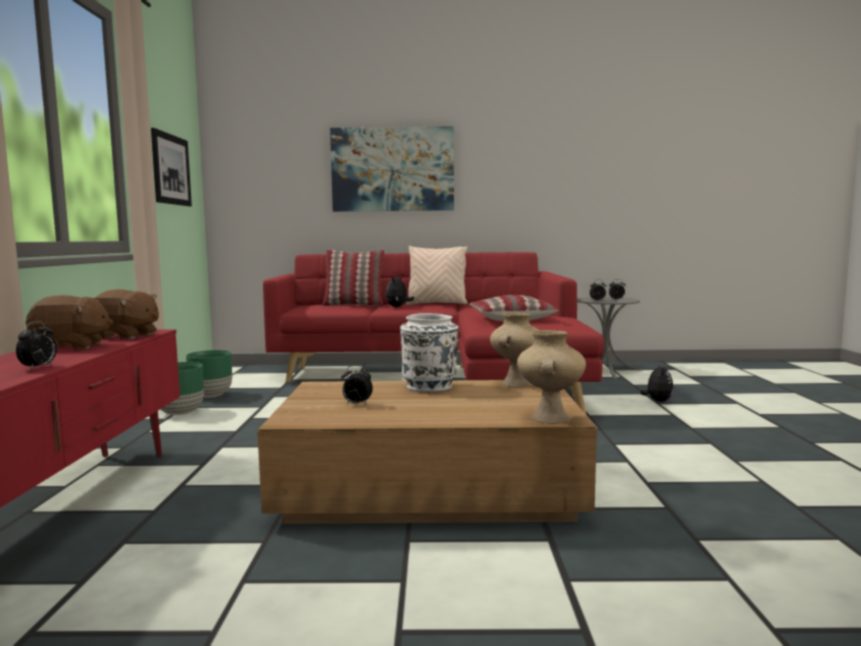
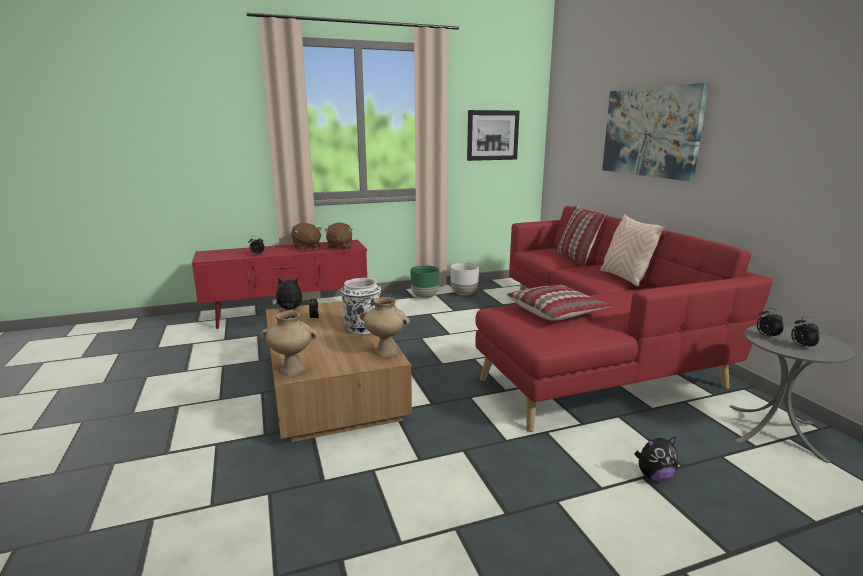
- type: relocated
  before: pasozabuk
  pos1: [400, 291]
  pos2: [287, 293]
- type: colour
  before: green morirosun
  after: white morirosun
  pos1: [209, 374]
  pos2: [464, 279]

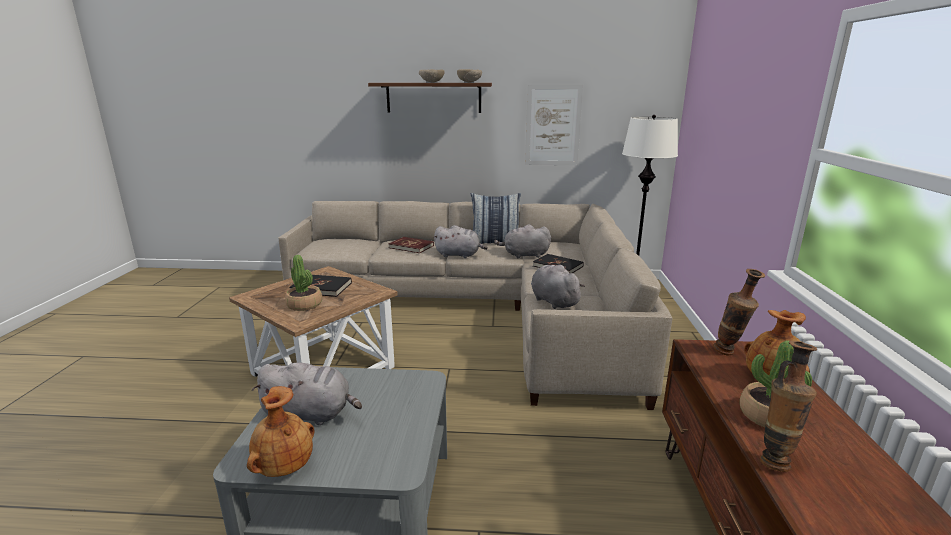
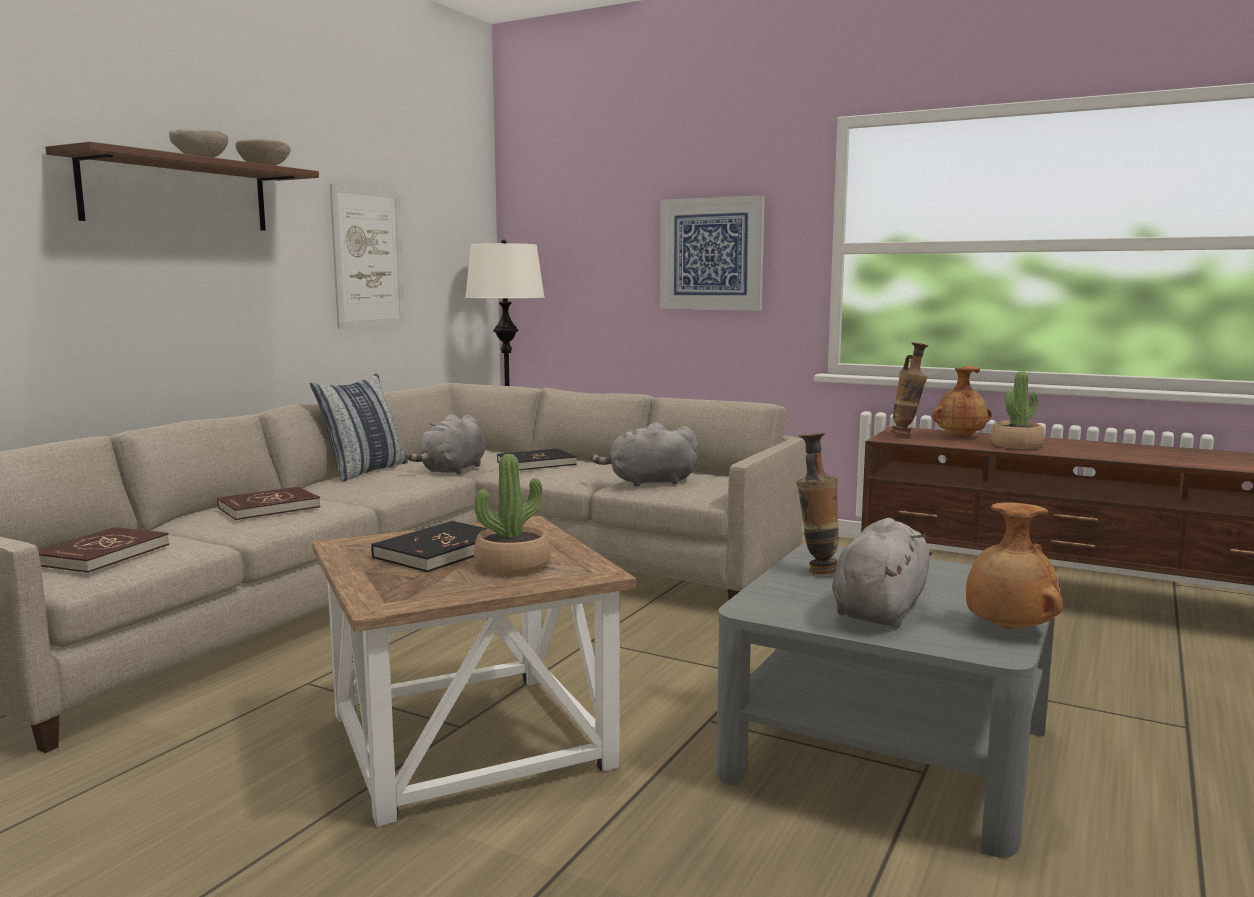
- type: appeared
  after: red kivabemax
  pos2: [103, 550]
- type: appeared
  after: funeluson
  pos2: [712, 253]
- type: relocated
  before: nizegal
  pos1: [788, 406]
  pos2: [817, 503]
- type: missing
  before: grey pasozabuk
  pos1: [460, 241]

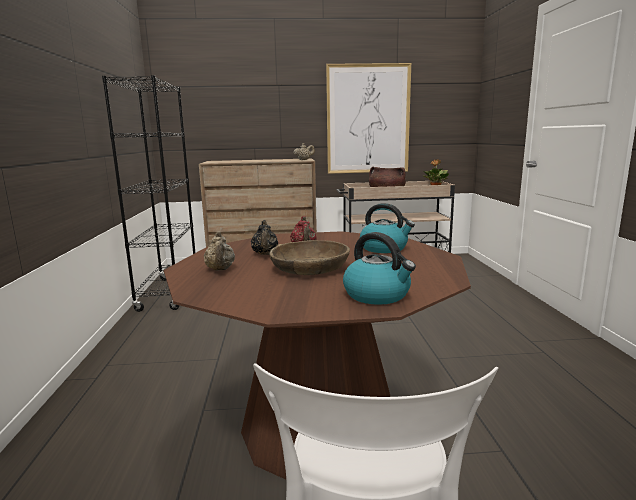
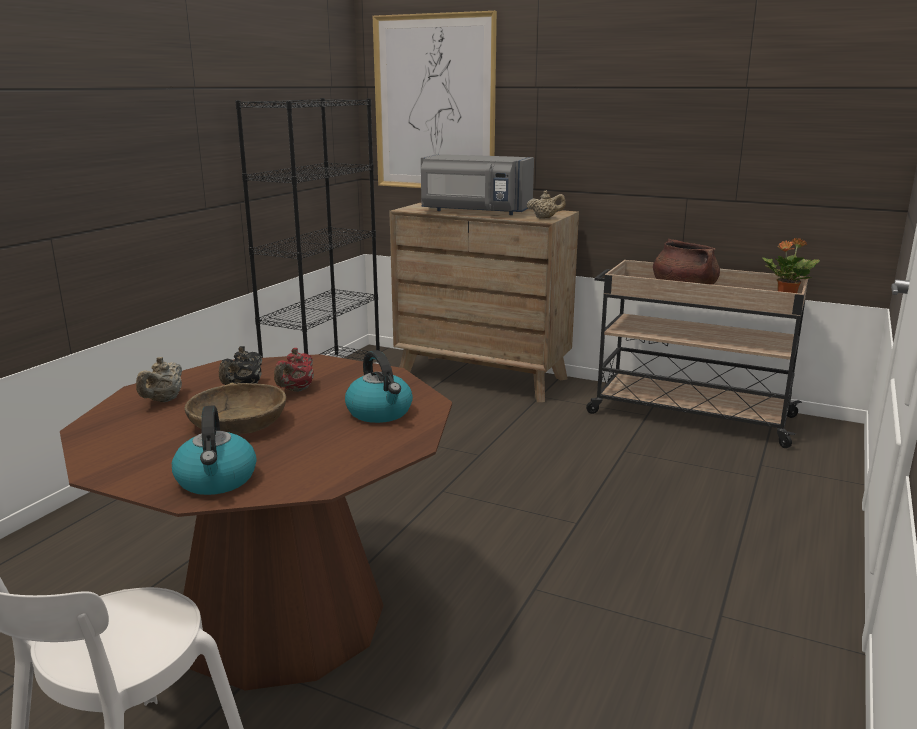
- type: relocated
  before: funeluson
  pos1: [368, 118]
  pos2: [435, 99]
- type: appeared
  after: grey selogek
  pos2: [477, 184]

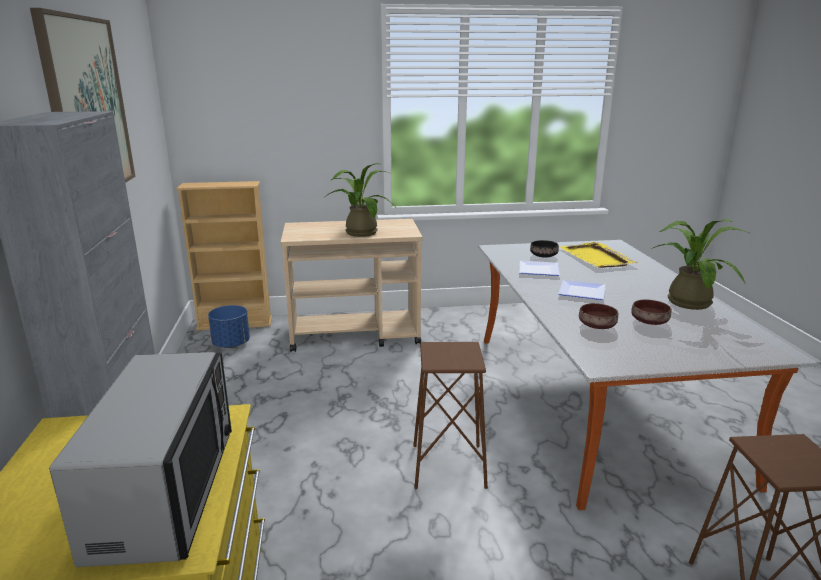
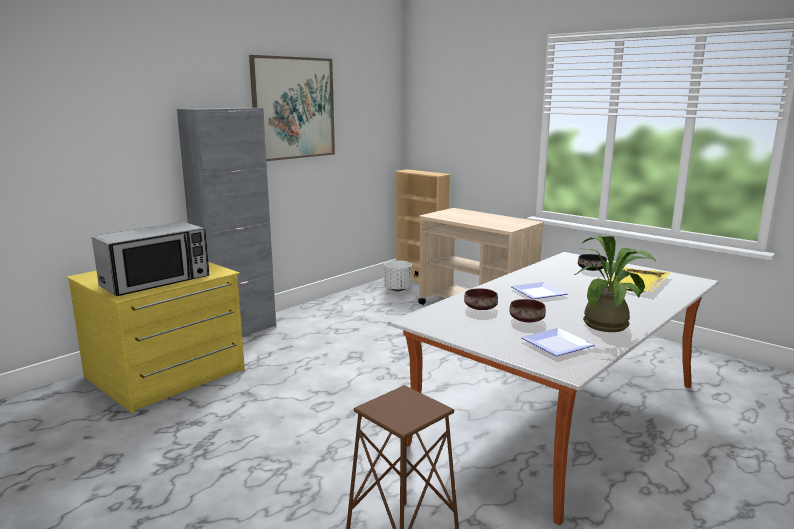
- type: colour
  before: blue morirosun
  after: white morirosun
  pos1: [229, 326]
  pos2: [398, 276]
- type: relocated
  before: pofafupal
  pos1: [539, 268]
  pos2: [558, 342]
- type: missing
  before: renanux
  pos1: [361, 200]
- type: missing
  before: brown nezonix
  pos1: [450, 415]

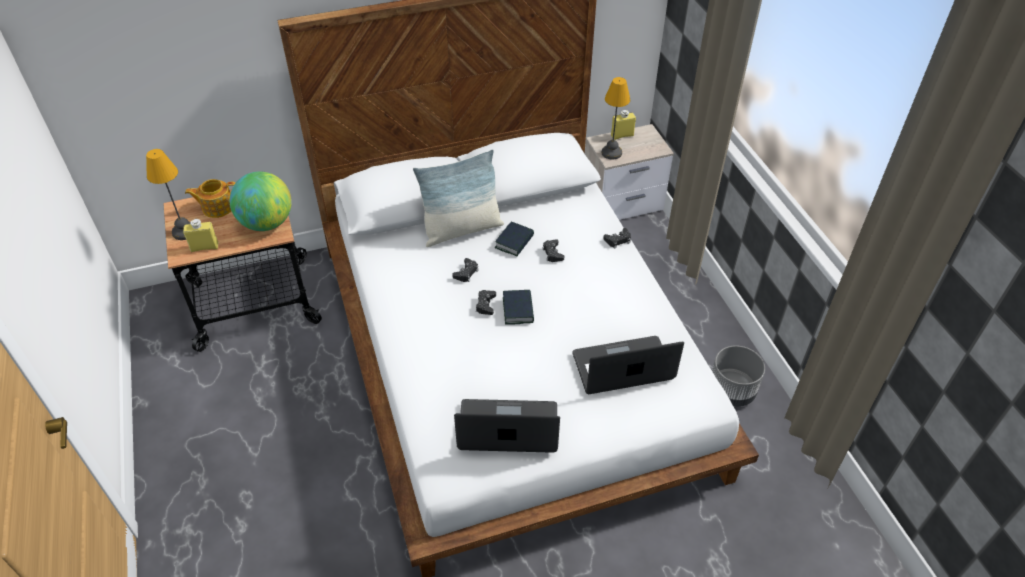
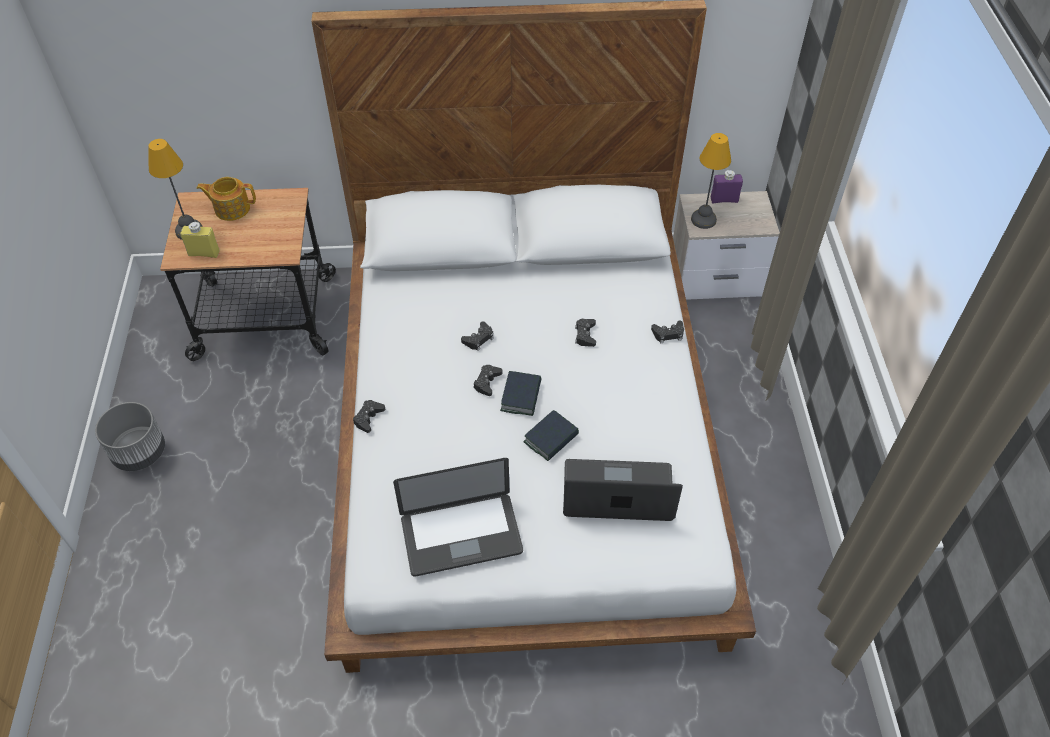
- type: relocated
  before: grey morirosun
  pos1: [738, 376]
  pos2: [130, 436]
- type: appeared
  after: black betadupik
  pos2: [369, 416]
- type: spun
  before: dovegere
  pos1: [507, 426]
  pos2: [458, 517]
  turn: 150
- type: relocated
  before: kivabemax
  pos1: [514, 239]
  pos2: [551, 435]
- type: colour
  before: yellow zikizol
  after: purple zikizol
  pos1: [623, 125]
  pos2: [727, 186]
- type: missing
  before: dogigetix
  pos1: [261, 201]
- type: missing
  before: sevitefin
  pos1: [458, 198]

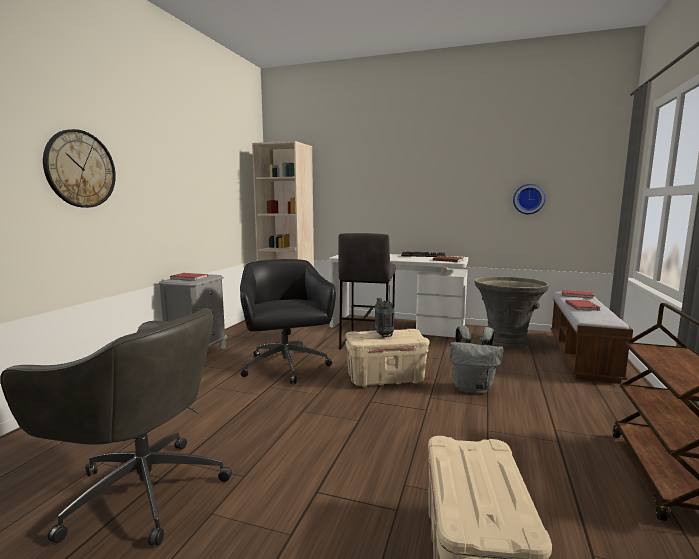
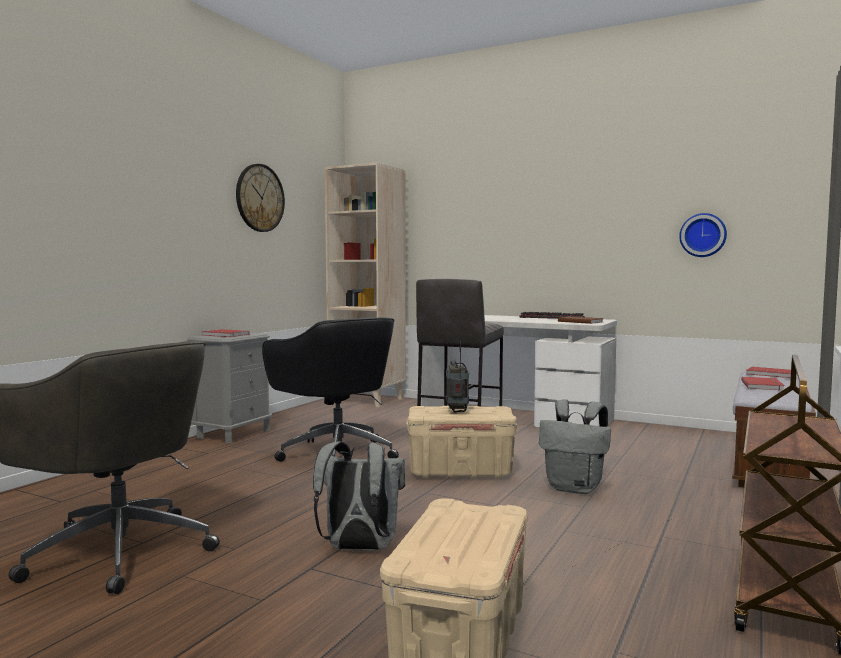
- type: relocated
  before: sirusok
  pos1: [79, 168]
  pos2: [260, 198]
- type: spun
  before: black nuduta
  pos1: [288, 321]
  pos2: [330, 389]
  turn: 150
- type: appeared
  after: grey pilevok
  pos2: [359, 496]
- type: missing
  before: grey morirosun
  pos1: [512, 312]

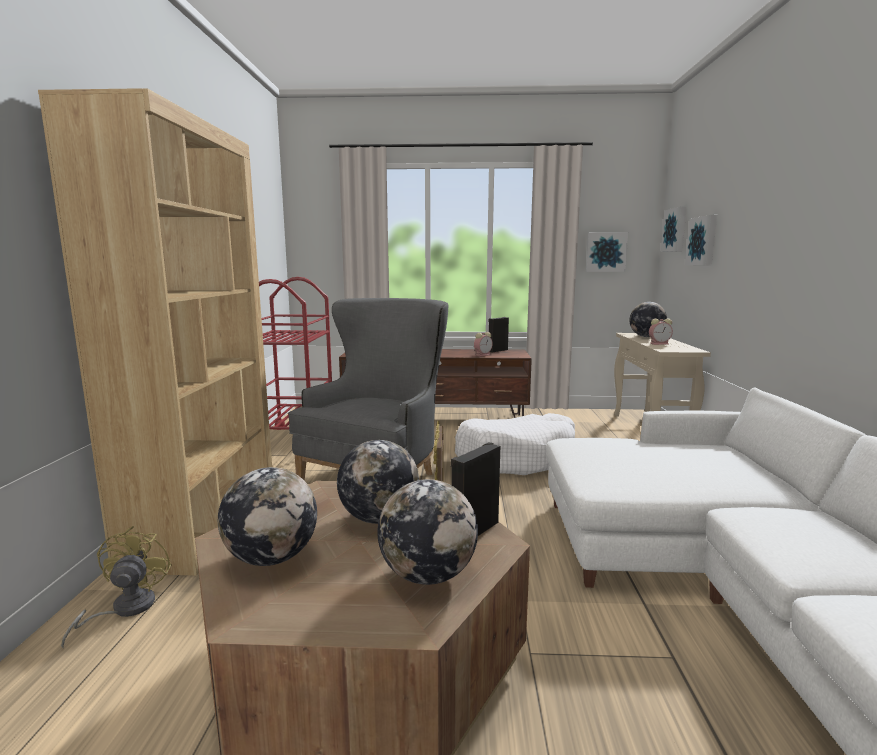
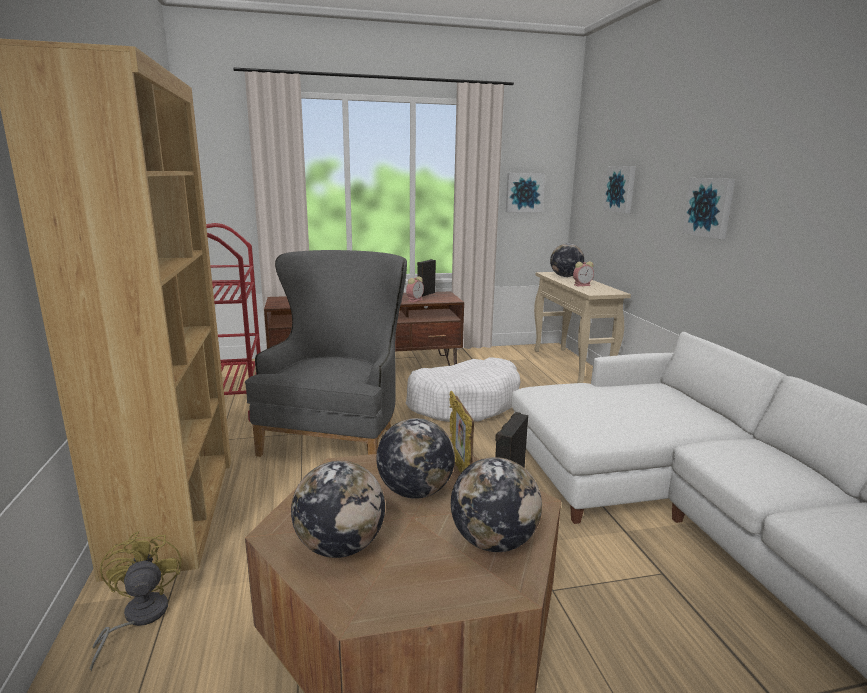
- type: relocated
  before: funeluson
  pos1: [674, 229]
  pos2: [709, 208]

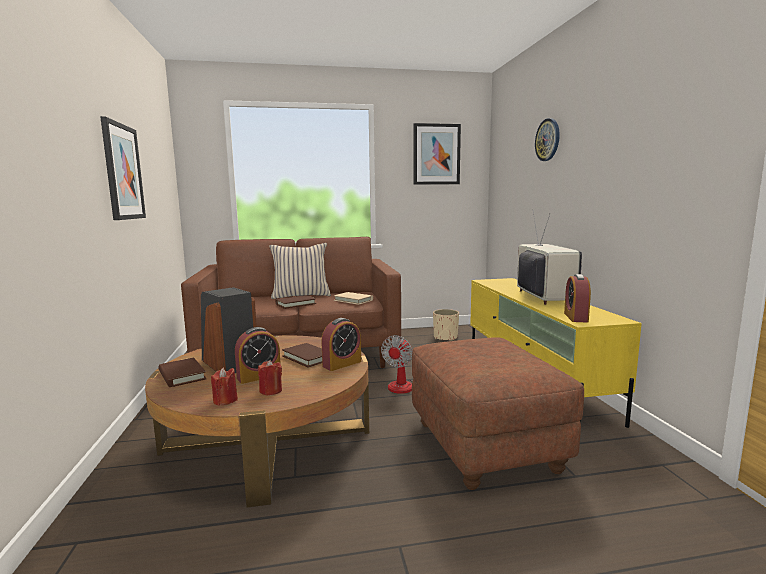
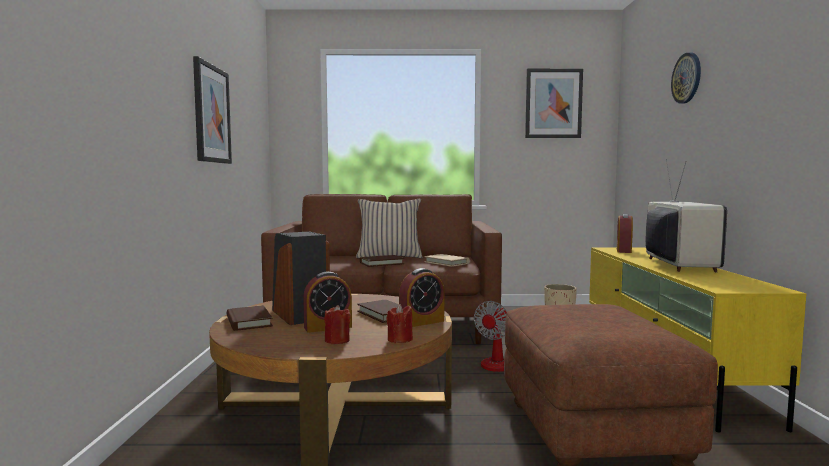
- type: relocated
  before: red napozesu
  pos1: [224, 387]
  pos2: [399, 323]
- type: relocated
  before: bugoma
  pos1: [577, 298]
  pos2: [625, 233]

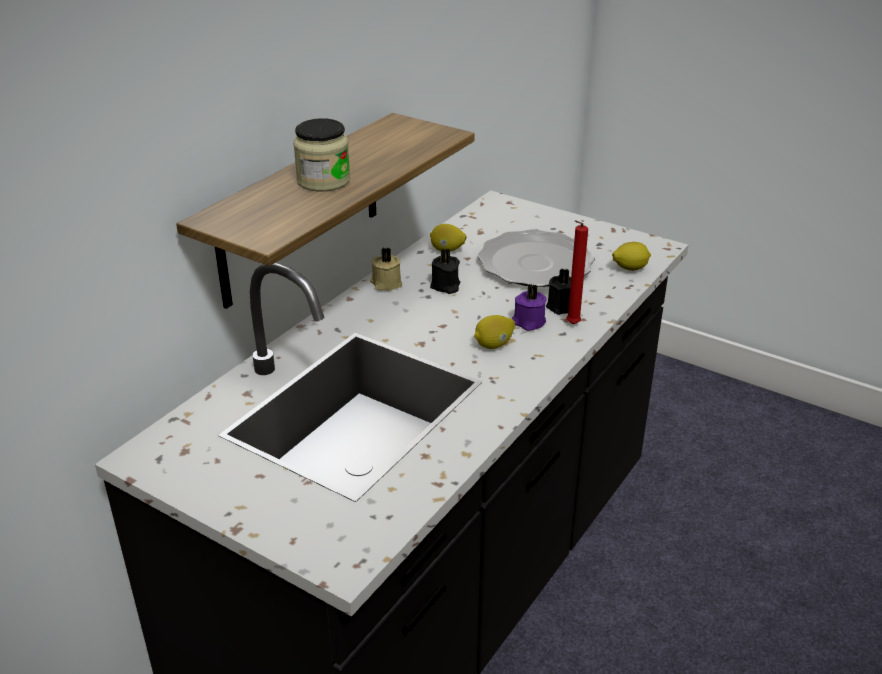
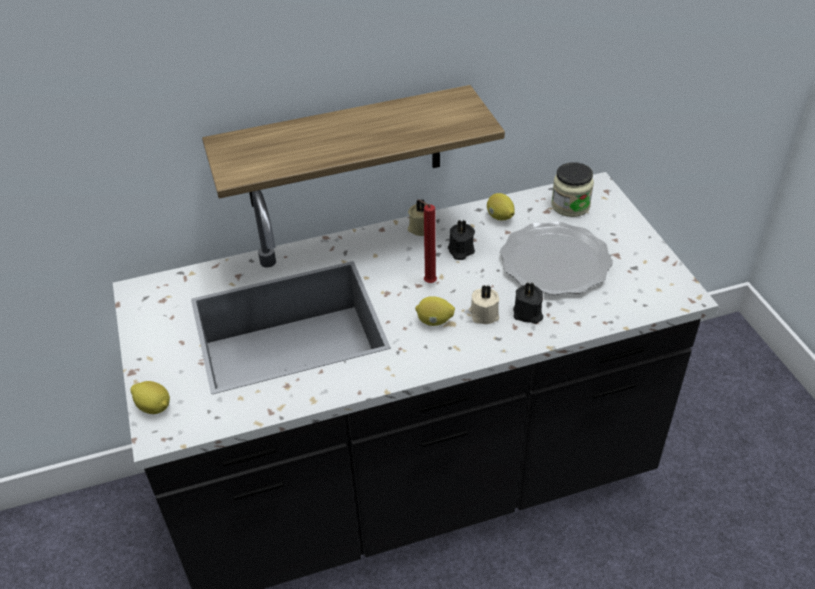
- type: relocated
  before: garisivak
  pos1: [631, 256]
  pos2: [150, 397]
- type: relocated
  before: red napozesu
  pos1: [577, 272]
  pos2: [427, 241]
- type: colour
  before: purple napozesu
  after: beige napozesu
  pos1: [529, 307]
  pos2: [484, 304]
- type: relocated
  before: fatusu
  pos1: [321, 155]
  pos2: [572, 189]

